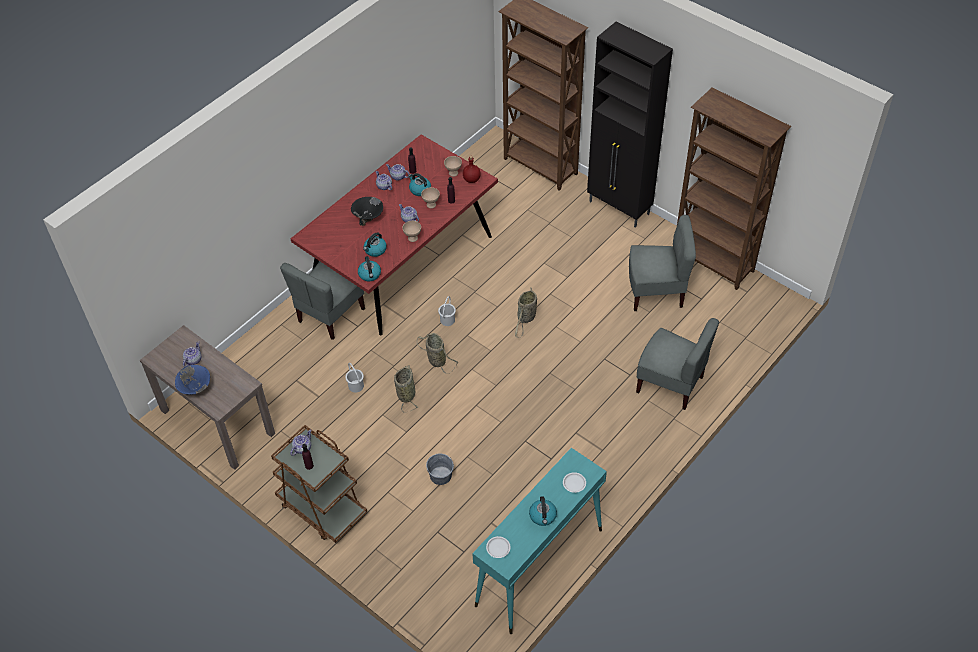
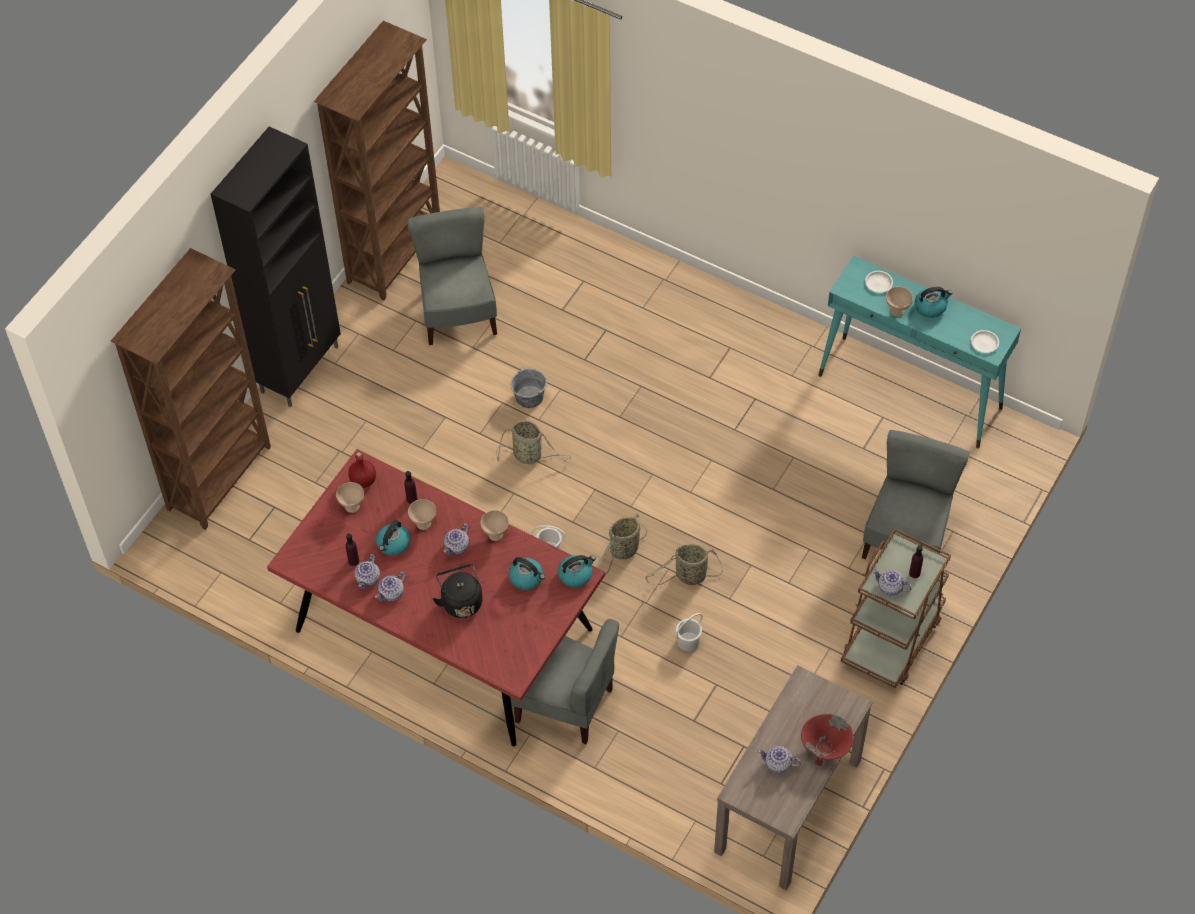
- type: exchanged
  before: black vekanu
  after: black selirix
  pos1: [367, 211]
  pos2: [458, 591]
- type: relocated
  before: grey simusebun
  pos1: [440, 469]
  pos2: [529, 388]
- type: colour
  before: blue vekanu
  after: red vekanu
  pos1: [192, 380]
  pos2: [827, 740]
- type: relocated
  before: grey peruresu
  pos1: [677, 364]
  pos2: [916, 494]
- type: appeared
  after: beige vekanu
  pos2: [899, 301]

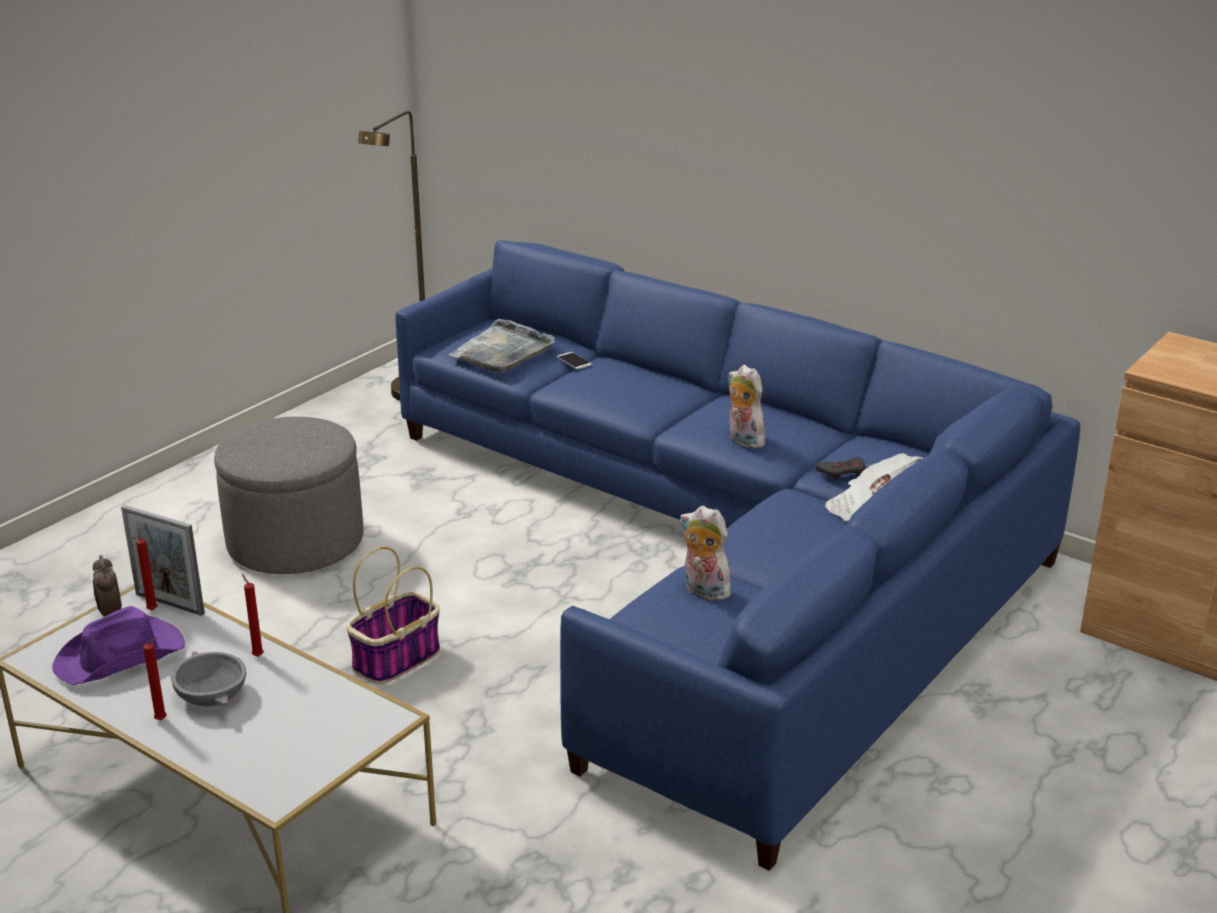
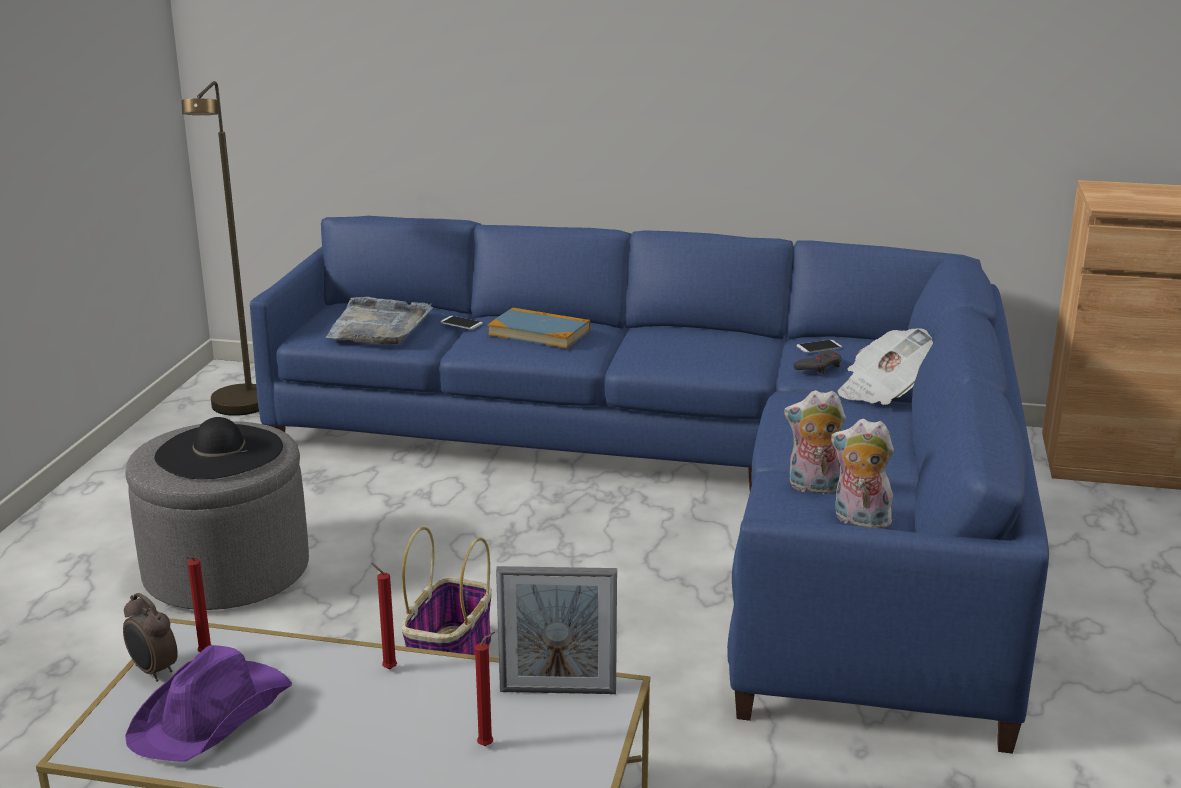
- type: appeared
  after: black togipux
  pos2: [218, 448]
- type: relocated
  before: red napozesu
  pos1: [155, 679]
  pos2: [485, 689]
- type: appeared
  after: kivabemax
  pos2: [539, 327]
- type: relocated
  before: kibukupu
  pos1: [163, 560]
  pos2: [556, 630]
- type: appeared
  after: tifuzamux
  pos2: [819, 346]
- type: relocated
  before: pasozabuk
  pos1: [746, 407]
  pos2: [862, 474]
- type: missing
  before: grey vekanu
  pos1: [208, 679]

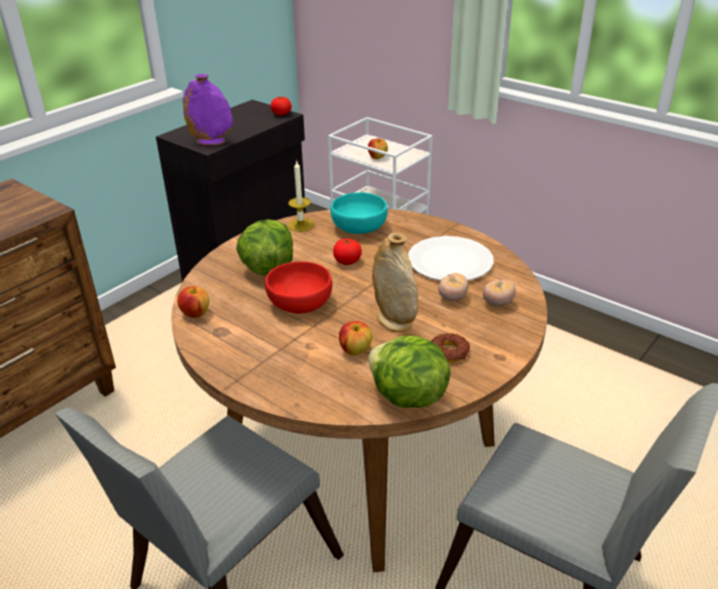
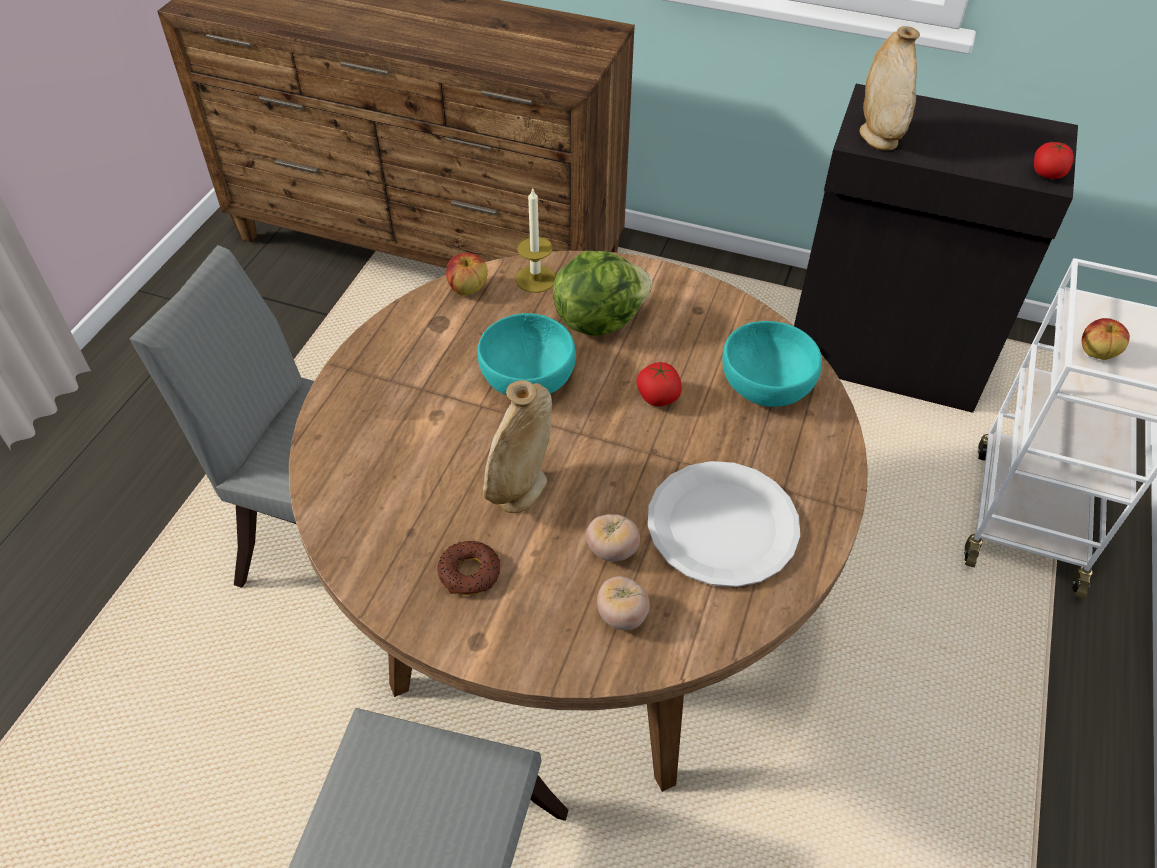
- type: colour
  before: red vekanu
  after: turquoise vekanu
  pos1: [298, 287]
  pos2: [527, 354]
- type: relocated
  before: napozesu
  pos1: [301, 196]
  pos2: [535, 240]
- type: colour
  before: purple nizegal
  after: beige nizegal
  pos1: [208, 110]
  pos2: [889, 88]
- type: missing
  before: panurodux
  pos1: [355, 338]
- type: missing
  before: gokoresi
  pos1: [409, 372]

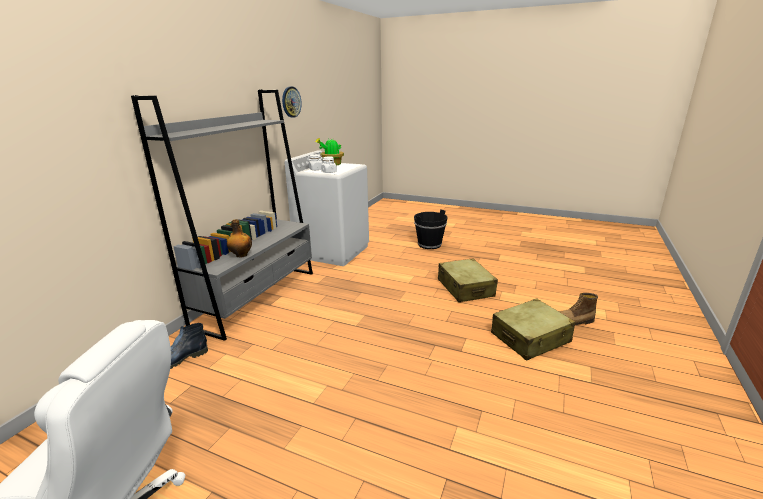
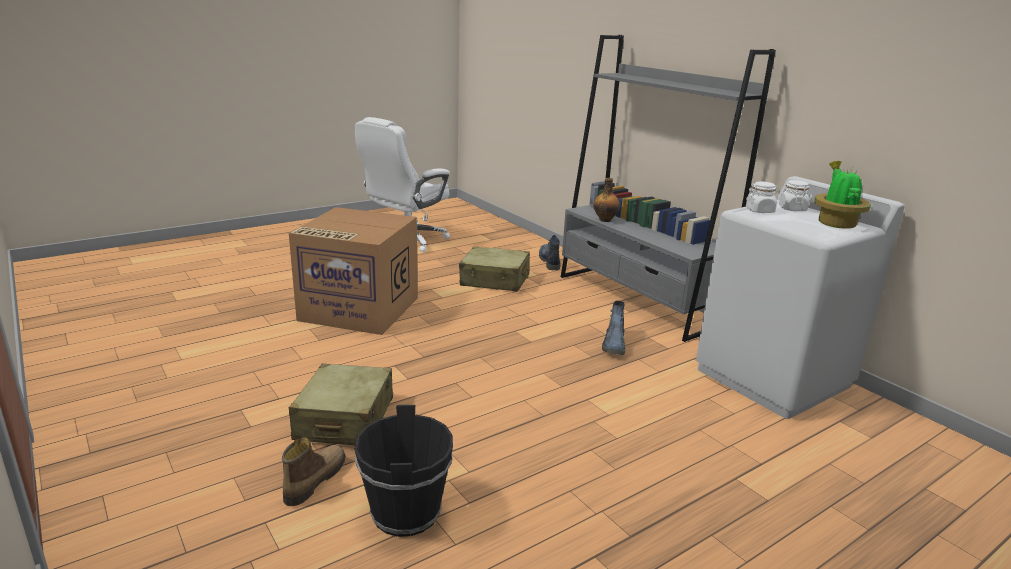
- type: appeared
  after: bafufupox
  pos2: [353, 271]
- type: relocated
  before: black simusebun
  pos1: [430, 229]
  pos2: [403, 471]
- type: relocated
  before: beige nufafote
  pos1: [468, 280]
  pos2: [494, 269]
- type: appeared
  after: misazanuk
  pos2: [613, 328]
- type: missing
  before: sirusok
  pos1: [292, 102]

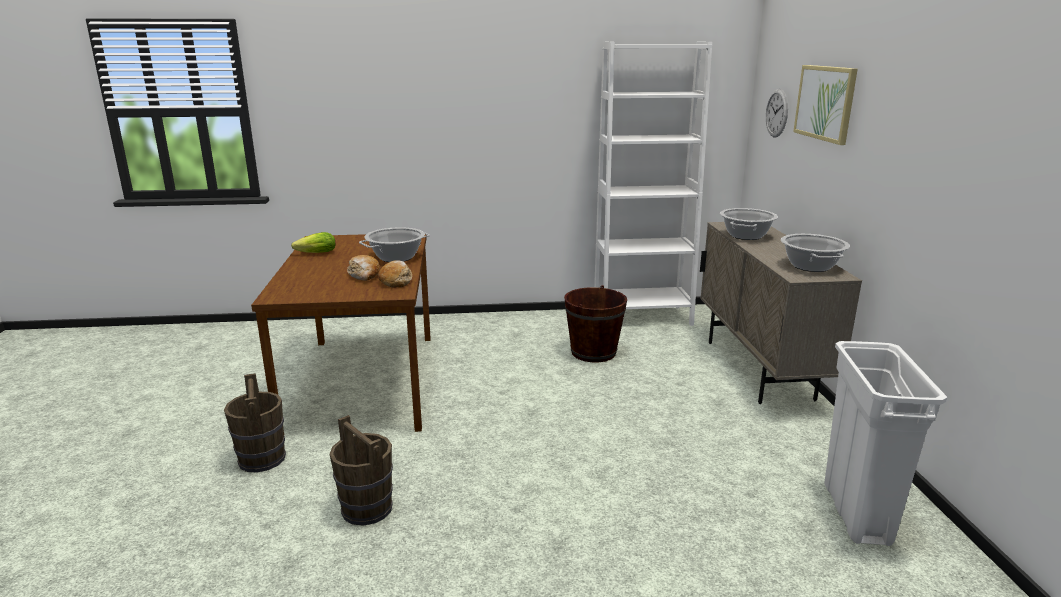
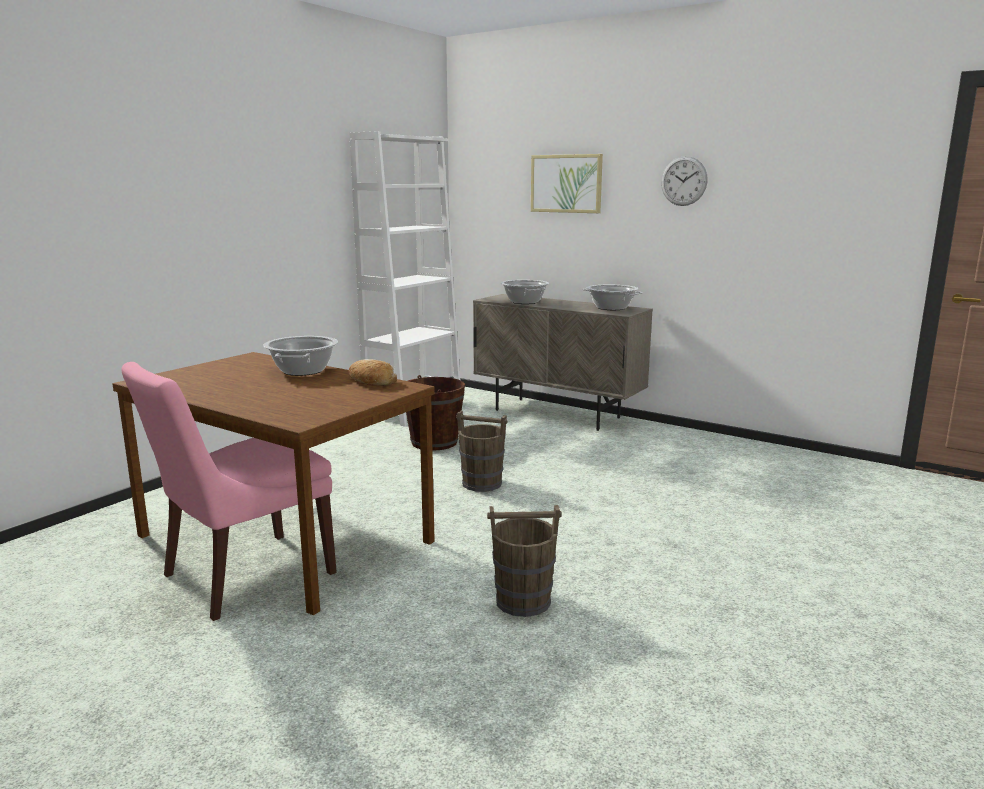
- type: appeared
  after: pink peruresu
  pos2: [229, 491]
- type: relocated
  before: brown simusebun
  pos1: [255, 422]
  pos2: [482, 451]
- type: relocated
  before: sirusok
  pos1: [777, 113]
  pos2: [684, 181]
- type: missing
  before: gokoresi
  pos1: [313, 242]
- type: missing
  before: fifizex
  pos1: [363, 268]
- type: missing
  before: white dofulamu
  pos1: [885, 443]

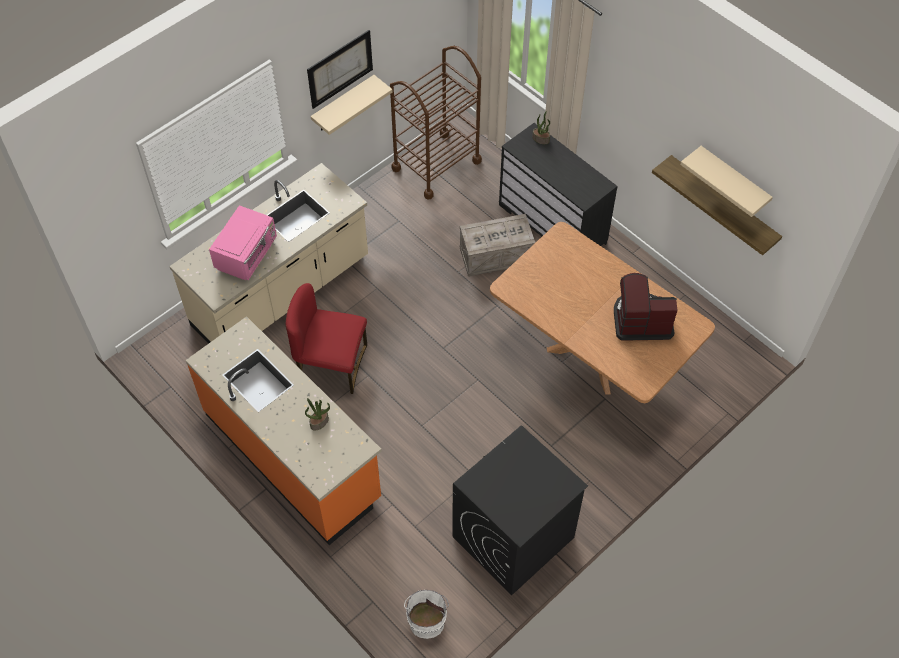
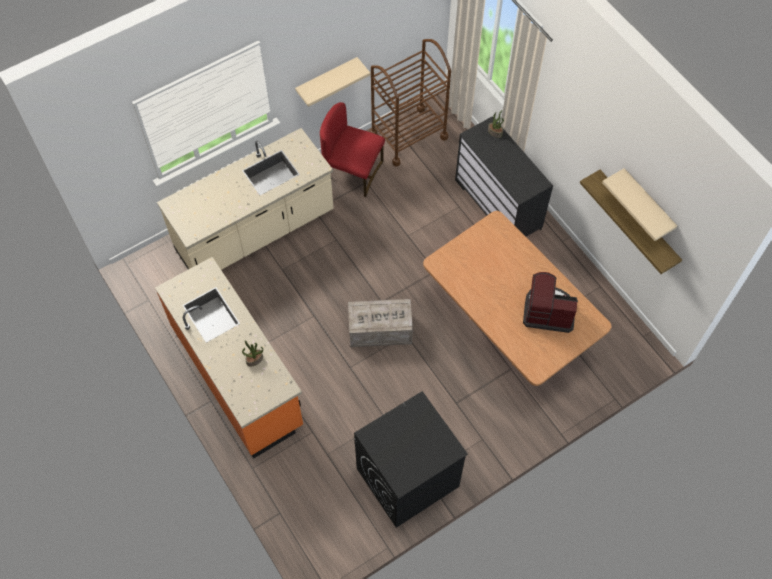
- type: relocated
  before: red peruresu
  pos1: [326, 338]
  pos2: [352, 149]
- type: relocated
  before: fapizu
  pos1: [497, 245]
  pos2: [380, 323]
- type: missing
  before: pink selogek
  pos1: [243, 242]
- type: missing
  before: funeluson
  pos1: [340, 69]
- type: missing
  before: white simusebun
  pos1: [426, 614]

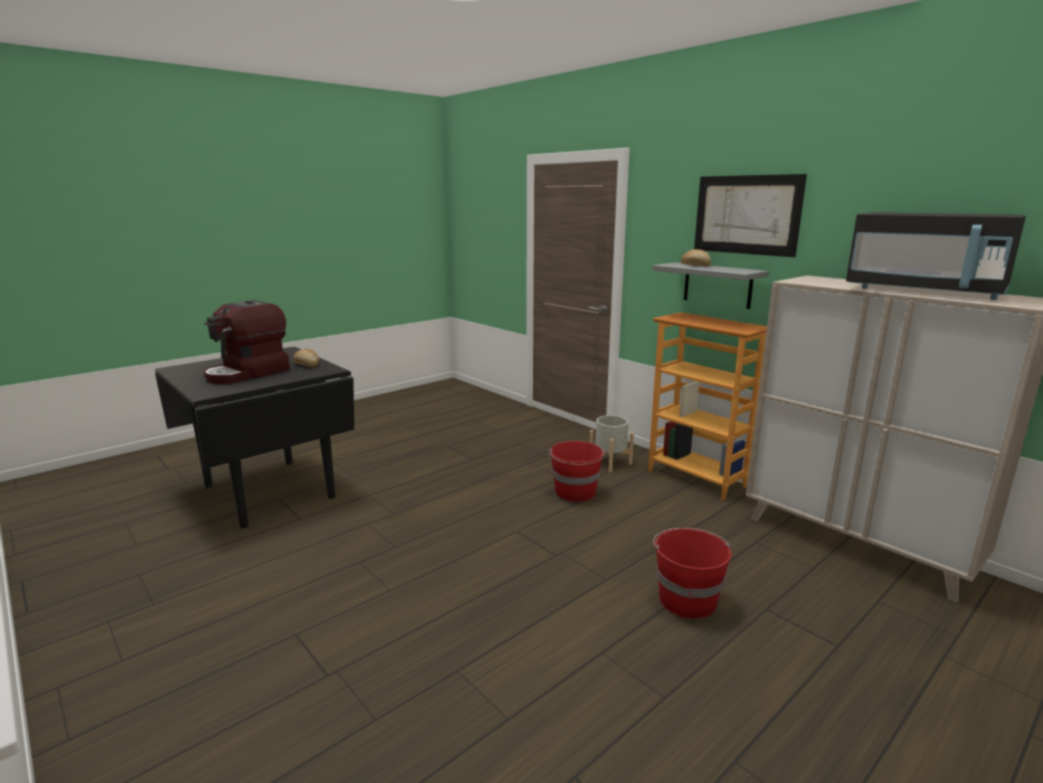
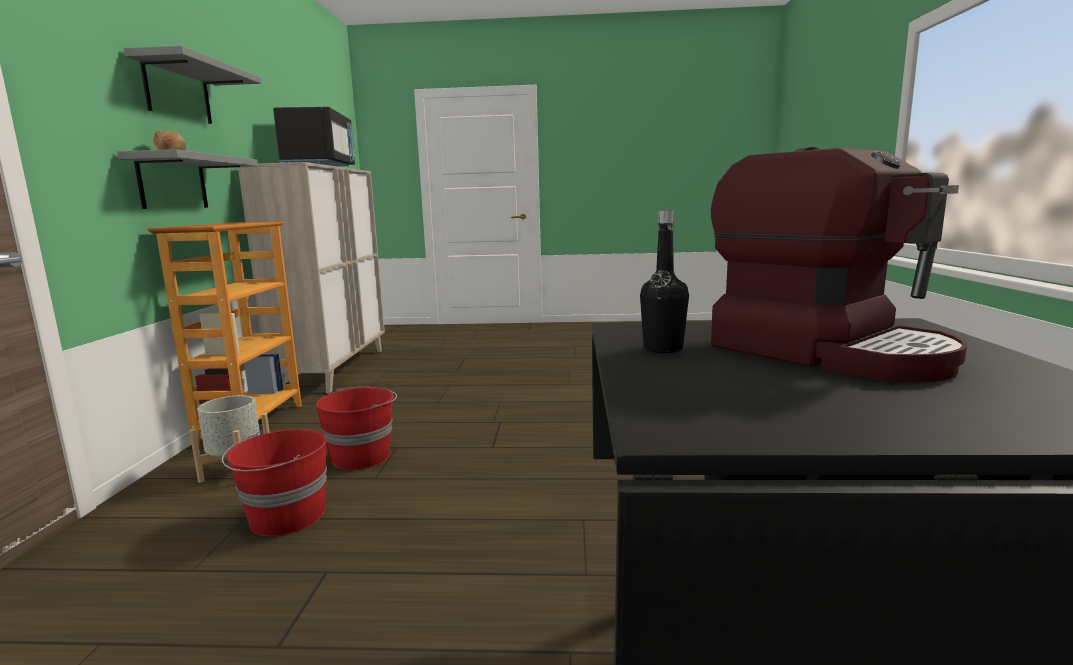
- type: exchanged
  before: funeluson
  after: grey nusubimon
  pos1: [750, 215]
  pos2: [192, 85]
- type: relocated
  before: red simusebun
  pos1: [692, 573]
  pos2: [274, 482]
- type: exchanged
  before: fifizex
  after: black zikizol
  pos1: [306, 358]
  pos2: [664, 281]
- type: spun
  before: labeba
  pos1: [246, 342]
  pos2: [839, 265]
  turn: 60

